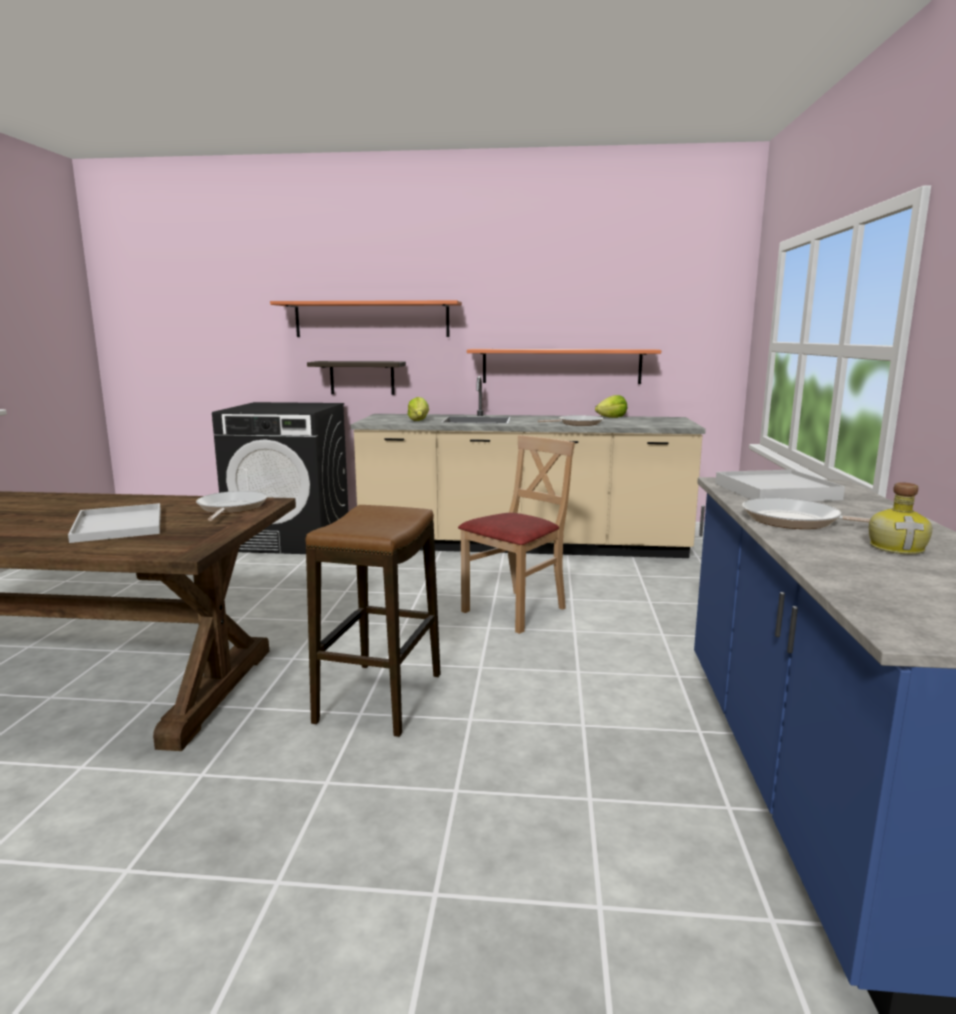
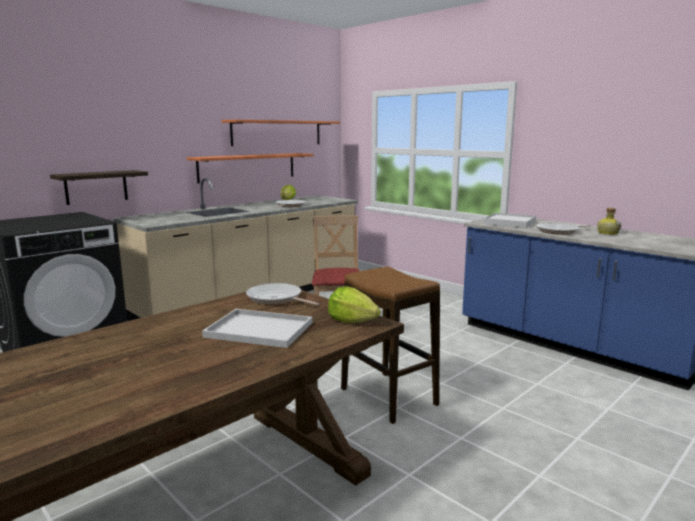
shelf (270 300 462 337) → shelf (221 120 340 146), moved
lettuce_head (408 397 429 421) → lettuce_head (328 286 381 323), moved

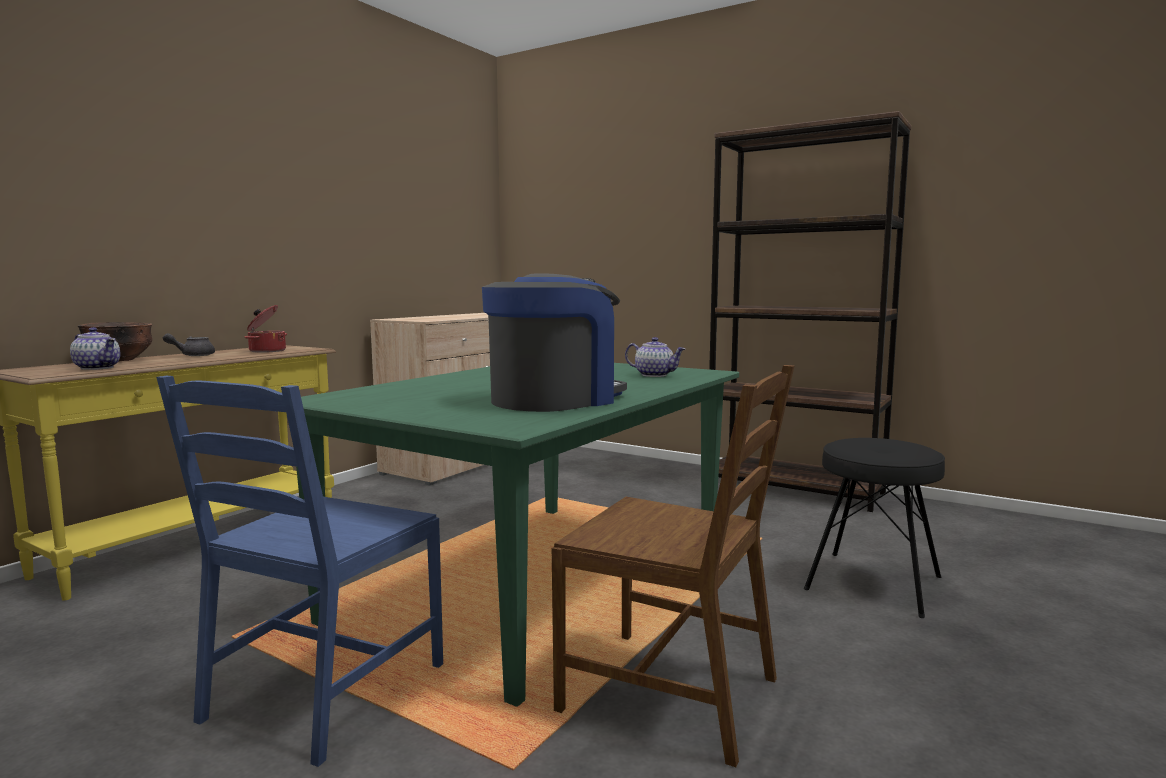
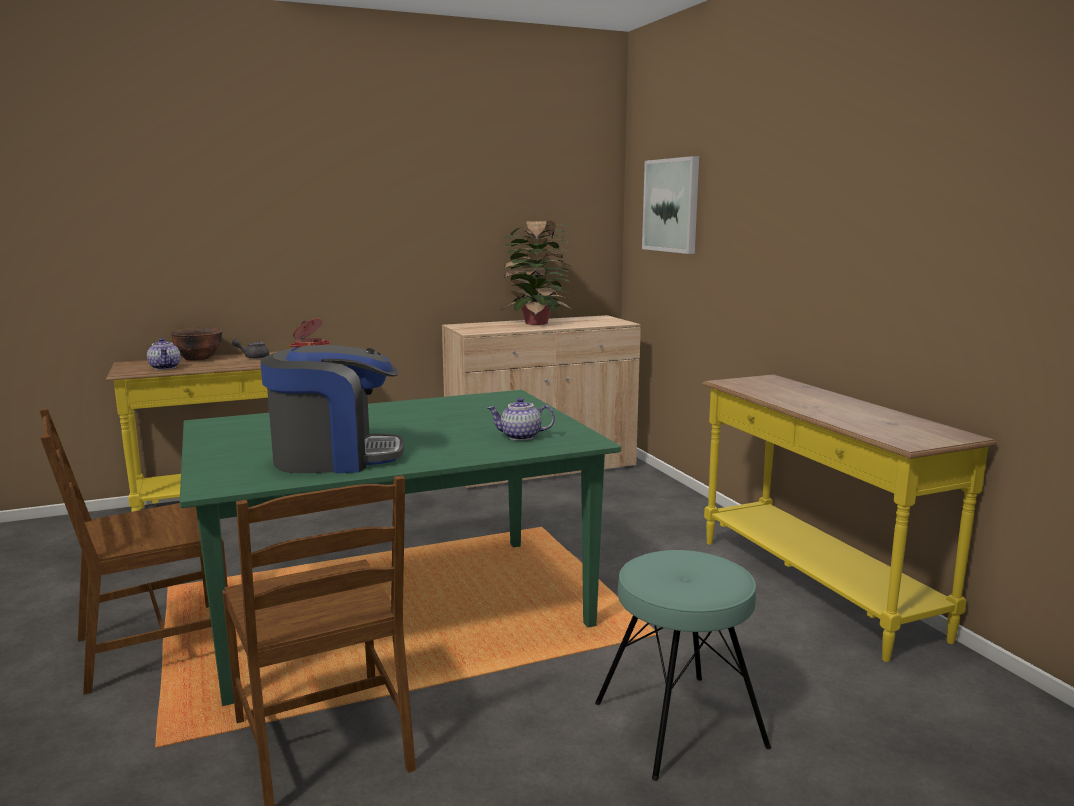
bluish_chair (156 376 443 767) → brown-coloured_chair (39 408 228 695)
teapot (625 337 685 377) → teapot (488 398 555 441), 120 degrees clockwise
brown-coloured_bookcase (709 111 911 512) → yellowish_console_table (702 374 997 662)
black_stool_seat (804 438 945 618) → blue-green_stool_seat (595 550 771 781)
- → houseplant (501 220 573 325)
- → picture (642 156 699 254)

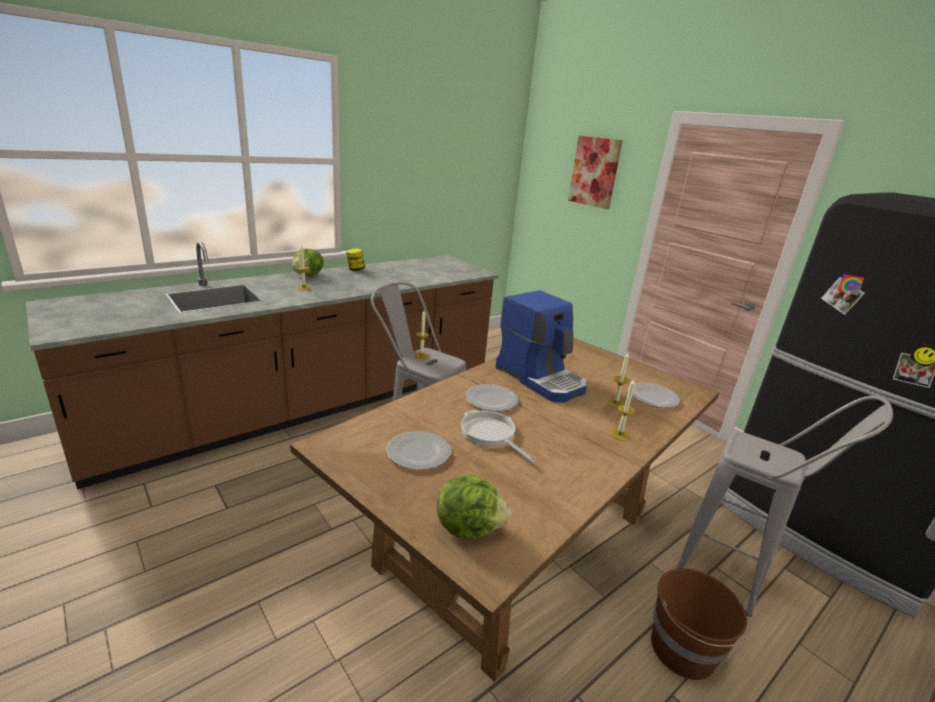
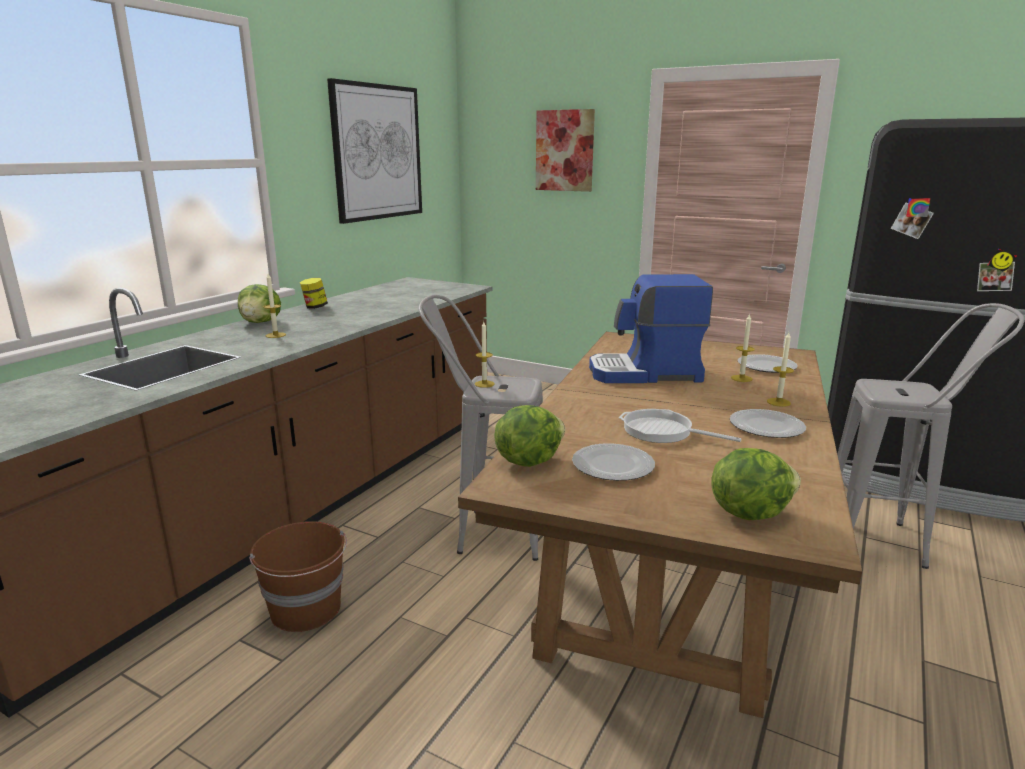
dinner_plate (465 384 518 412) → dinner_plate (730 409 806 438), moved
coffee_machine (496 290 587 402) → coffee_machine (589 274 713 383), 150 degrees clockwise
brown-coloured_water_bucket (651 568 751 680) → brown-coloured_water_bucket (249 521 347 632), moved
- → picture (327 78 422 224)
- → lettuce_head (494 405 565 467)

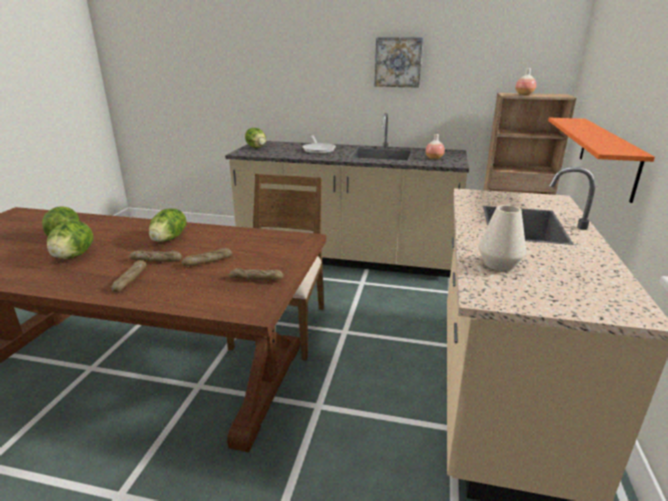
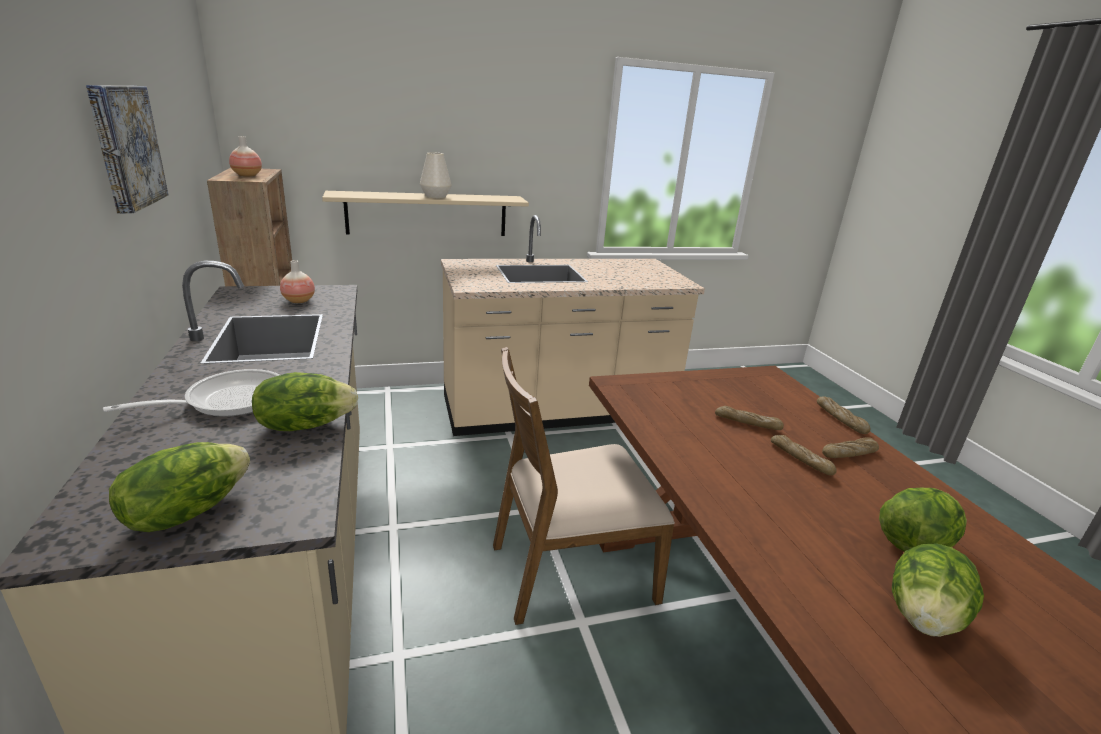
lettuce_head (149 209 187 242) → lettuce_head (252 372 358 431), moved
bread (229 268 283 280) → bread (817 396 870 434), moved
white-coloured_decorative_vase (478 205 526 271) → white-coloured_decorative_vase (420 152 452 198), moved
orange-coloured_shelf (548 118 655 203) → beige_shelf (322 191 529 236)

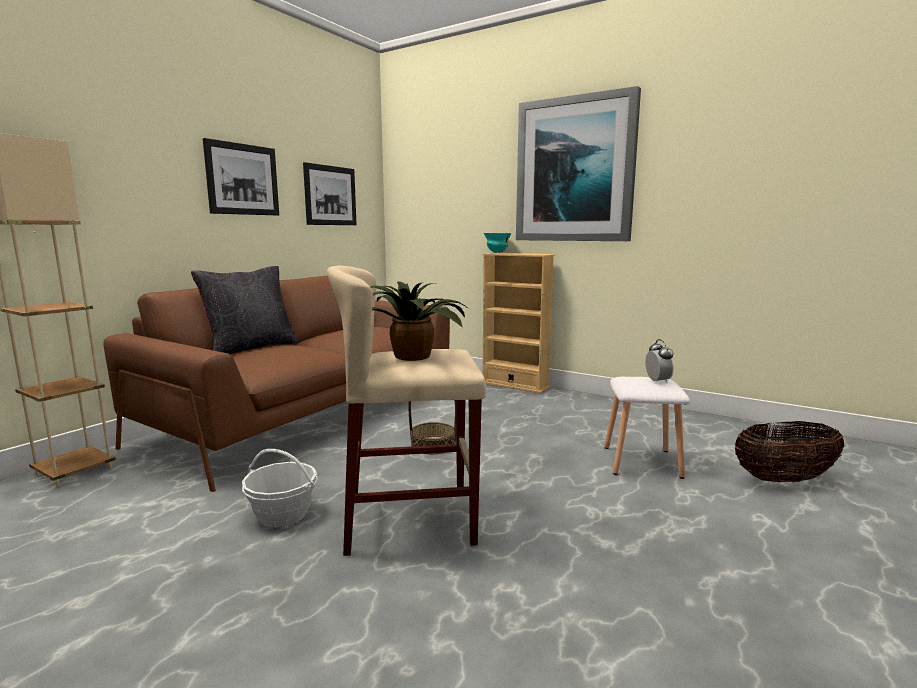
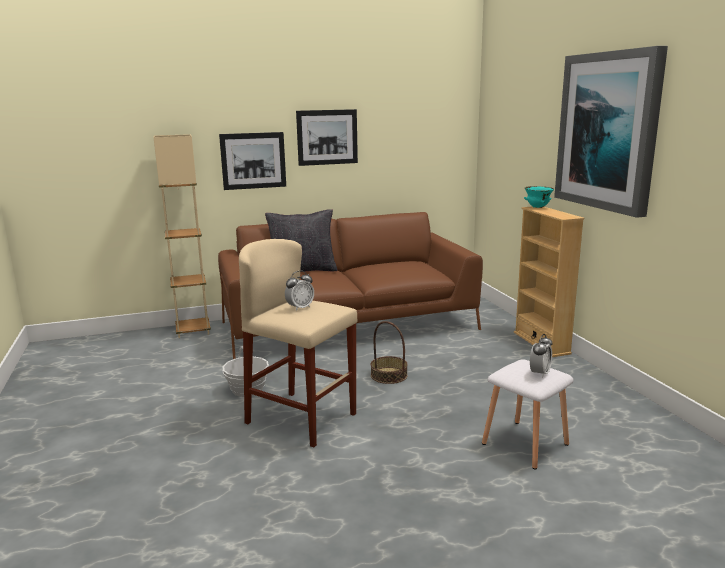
picture (303 162 357 225) → picture (219 132 286 190), moved
houseplant (370 282 470 361) → table_clock (285 271 314 311)
storage_basket (735 421 844 483) → -

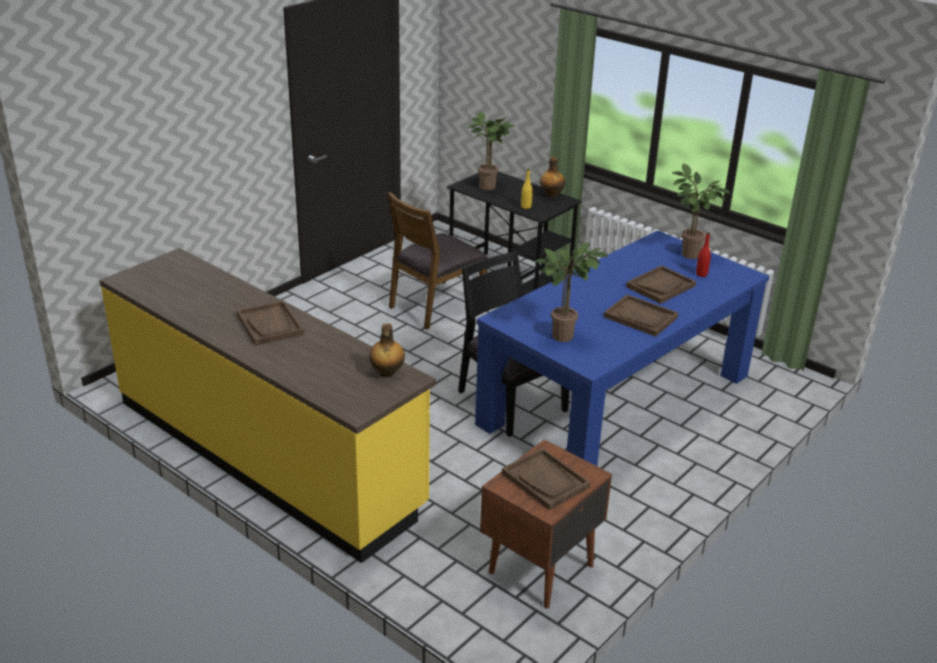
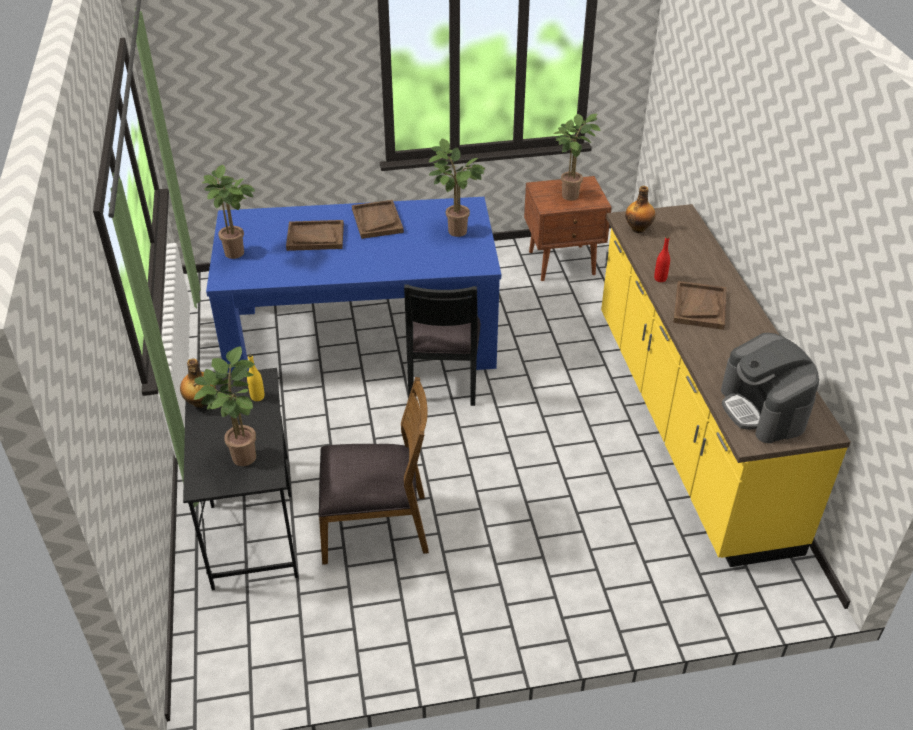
brown-coloured_serving_tray (502 448 591 510) → houseplant (553 114 601 201)
red_beverage_bottle (696 232 711 277) → red_beverage_bottle (654 236 670 282), moved
- → coffee_machine (721 333 819 443)

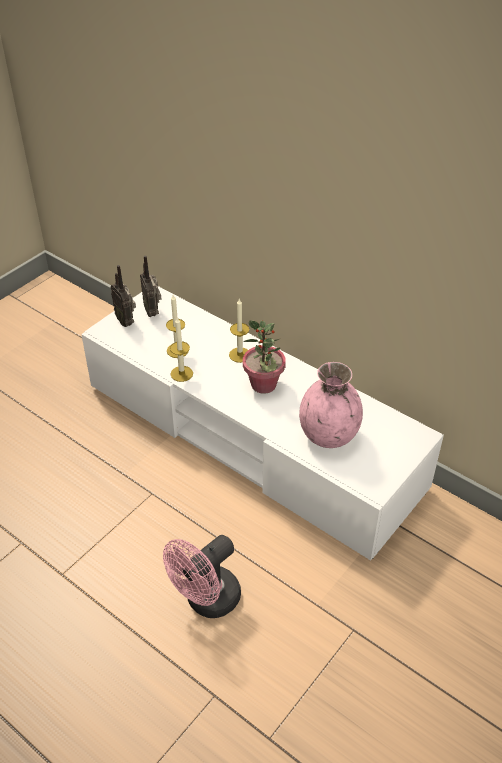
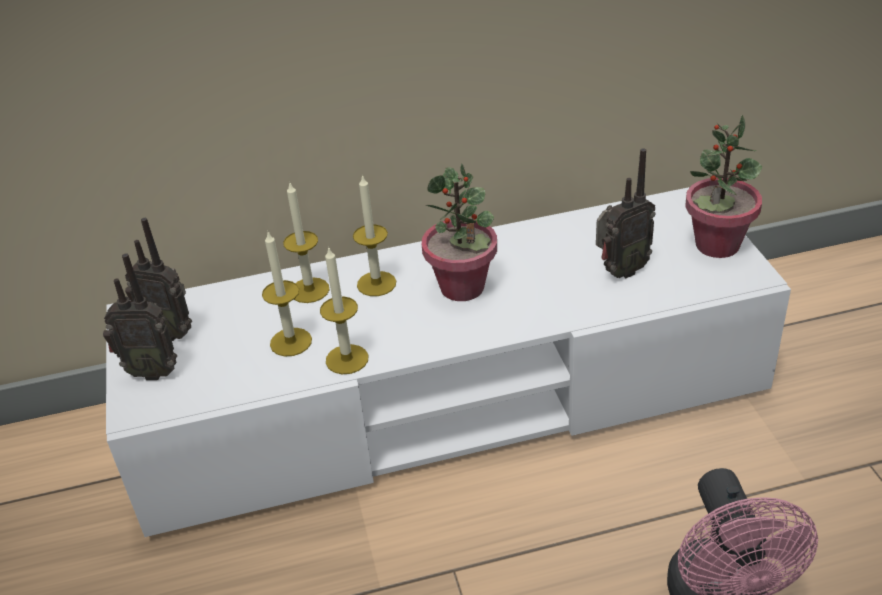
pink_decorative_vase (299 362 363 448) → radio_receiver (596 148 655 278)
- → candle (283 183 329 303)
- → houseplant (685 115 762 258)

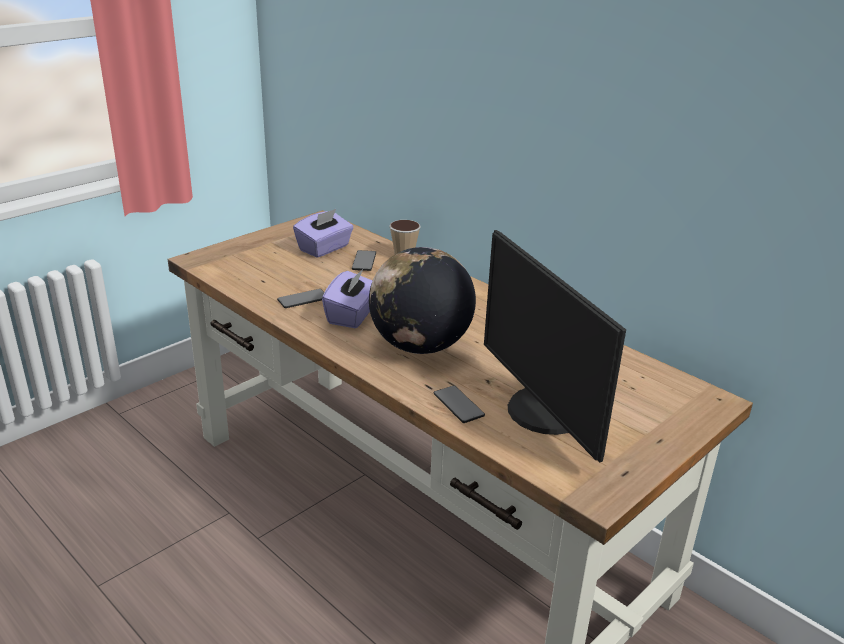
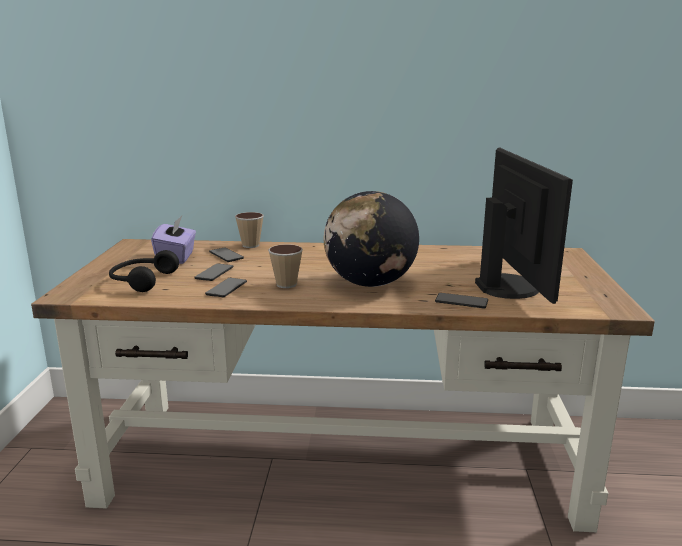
purple-coloured_tissue_box (322 268 373 328) → cup (268 244 303 288)
monitor (484 230 626 462) → monitor (475 148 573 304), 120 degrees counterclockwise
- → black_pair_of_headphones (109 250 179 292)
- → handset (194 263 233 281)

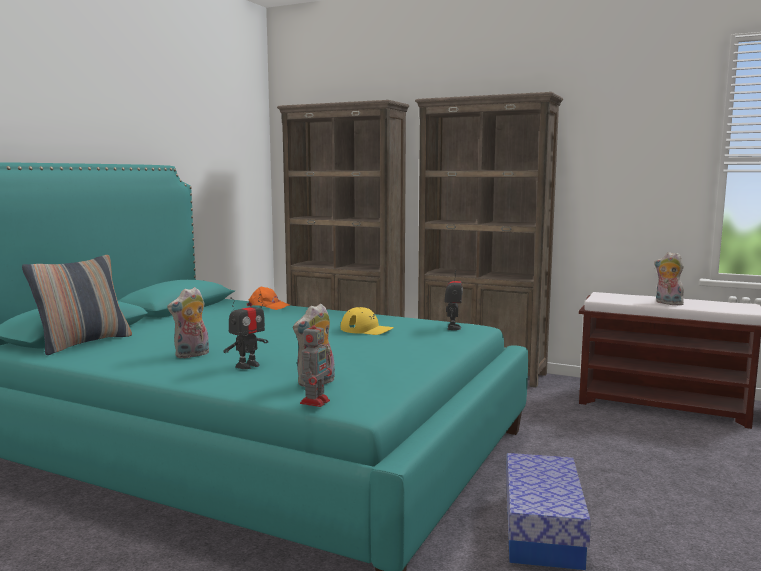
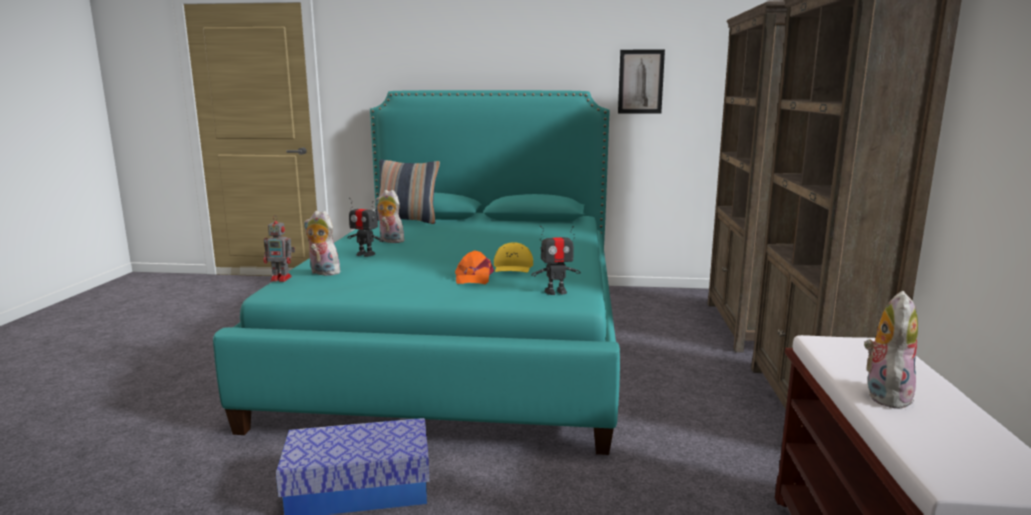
orange-coloured_cap (247 287 290 310) → orange-coloured_cap (455 250 494 284), moved
- → picture (618 49 665 114)

